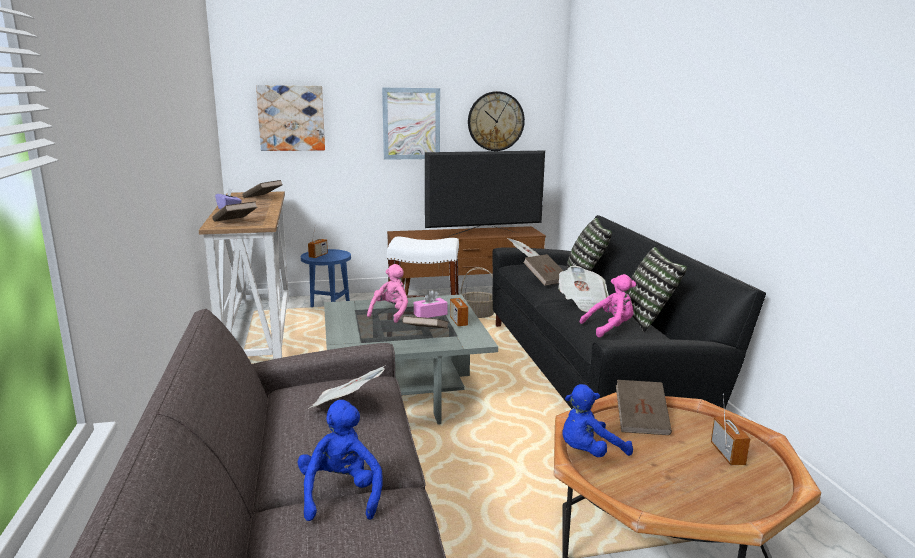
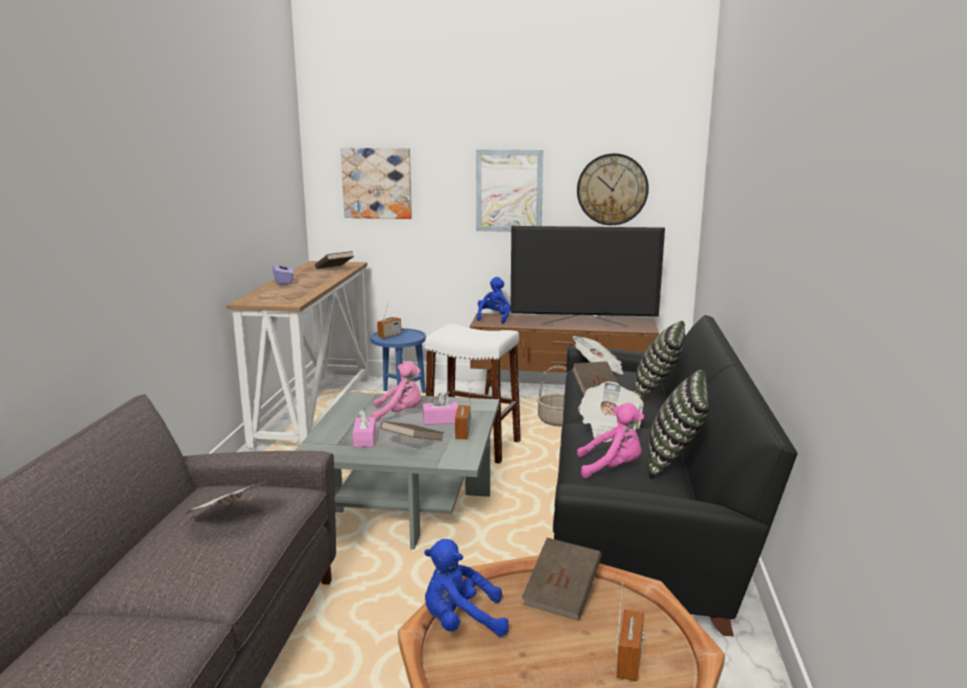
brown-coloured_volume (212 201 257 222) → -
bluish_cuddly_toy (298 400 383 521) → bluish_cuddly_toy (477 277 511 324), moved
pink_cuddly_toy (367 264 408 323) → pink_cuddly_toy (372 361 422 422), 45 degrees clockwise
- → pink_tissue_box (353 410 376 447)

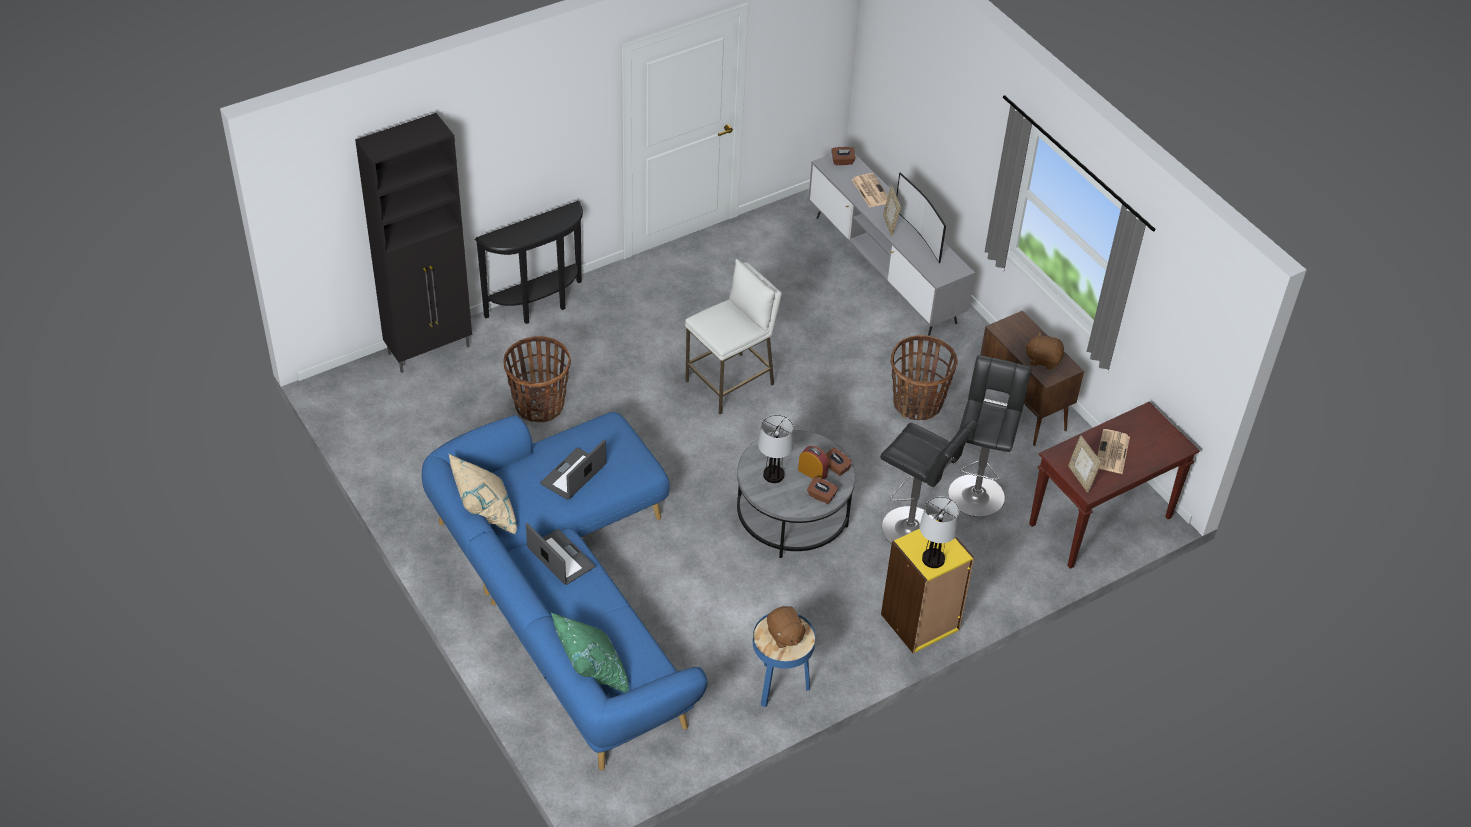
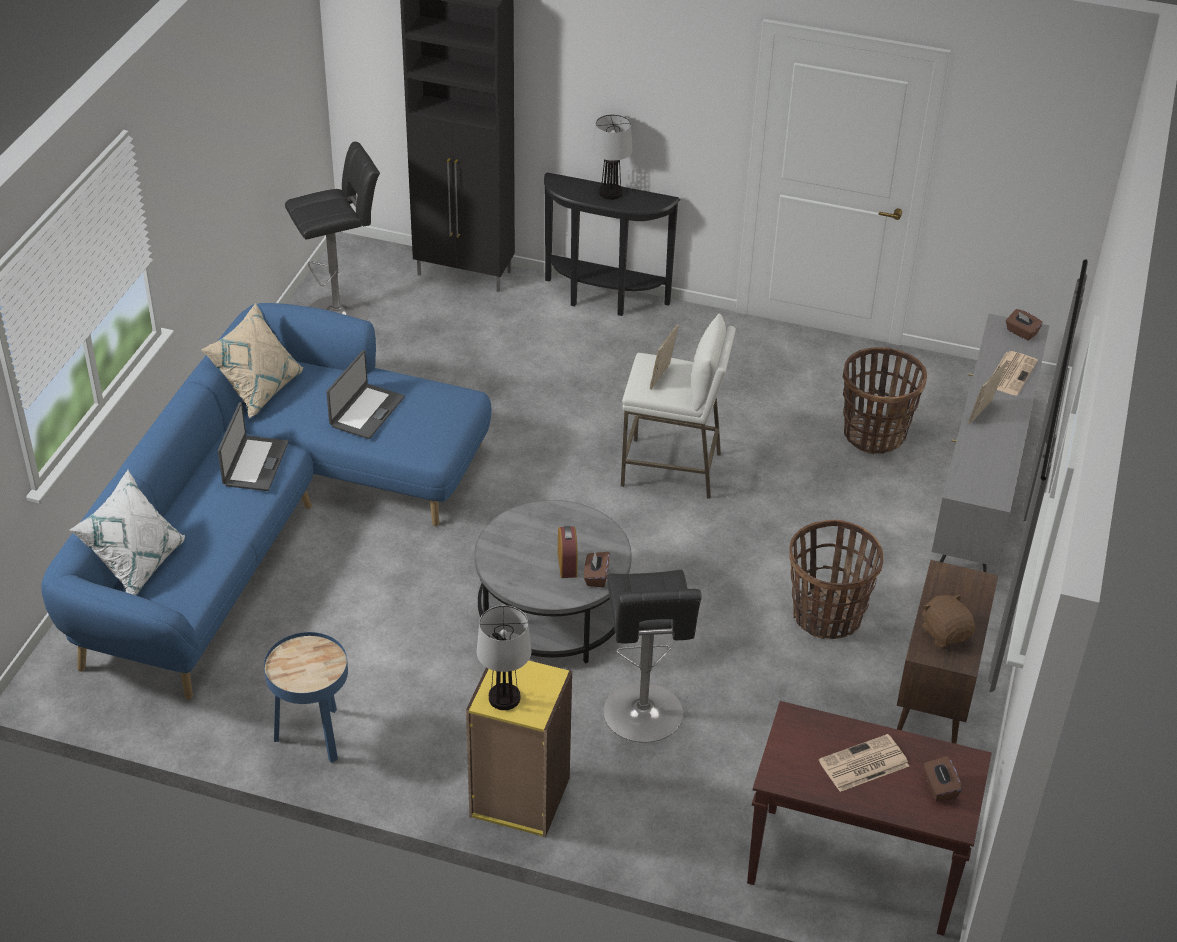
storage_basket (503 336 571 422) → storage_basket (842 347 927 454), moved
notebook_computer (540 440 606 500) → notebook_computer (326 350 405 439), 120 degrees clockwise
green-coloured_pillow (551 612 629 693) → white-coloured_pillow (69 470 185 595)
table_lamp (758 415 794 483) → table_lamp (592 114 632 200), moved
brown-coloured_cuddly_toy (767 606 808 648) → -
brown-coloured_tissue_box (807 477 838 504) → brown-coloured_tissue_box (924 756 962 802), moved
TV_set (896 172 946 263) → -
black_stool_seat (948 355 1031 517) → black_stool_seat (285 142 380 321), moved
standing_frame (1068 435 1101 493) → standing_frame (650 324 679 389), moved

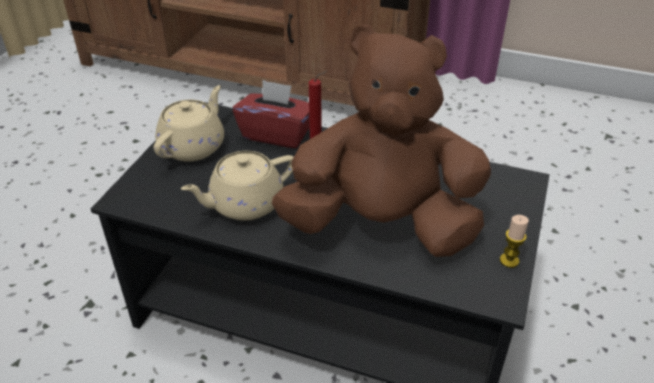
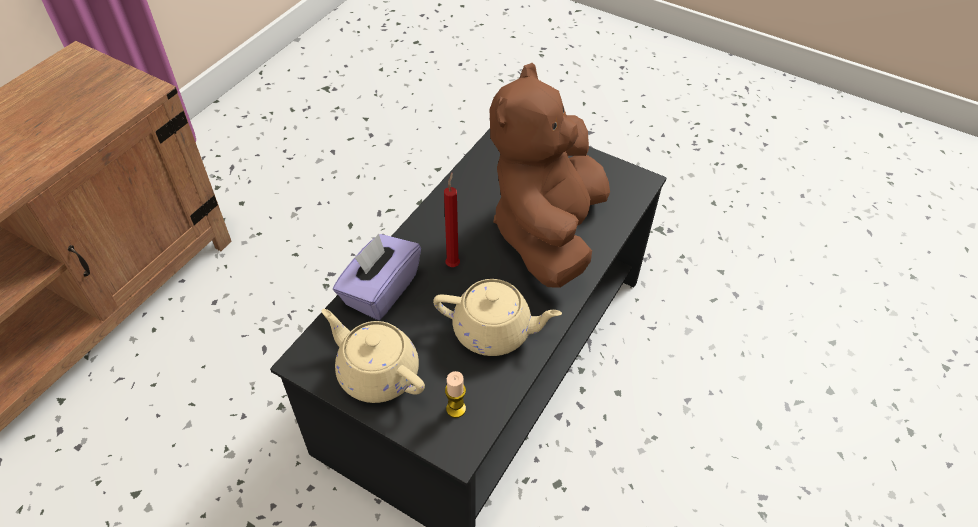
beige_teapot (181 151 294 221) → beige_teapot (433 279 562 356), 60 degrees counterclockwise
red_tissue_box (233 80 310 148) → purple-coloured_tissue_box (333 234 421 320)
candle (500 215 529 268) → candle (445 371 466 418), moved

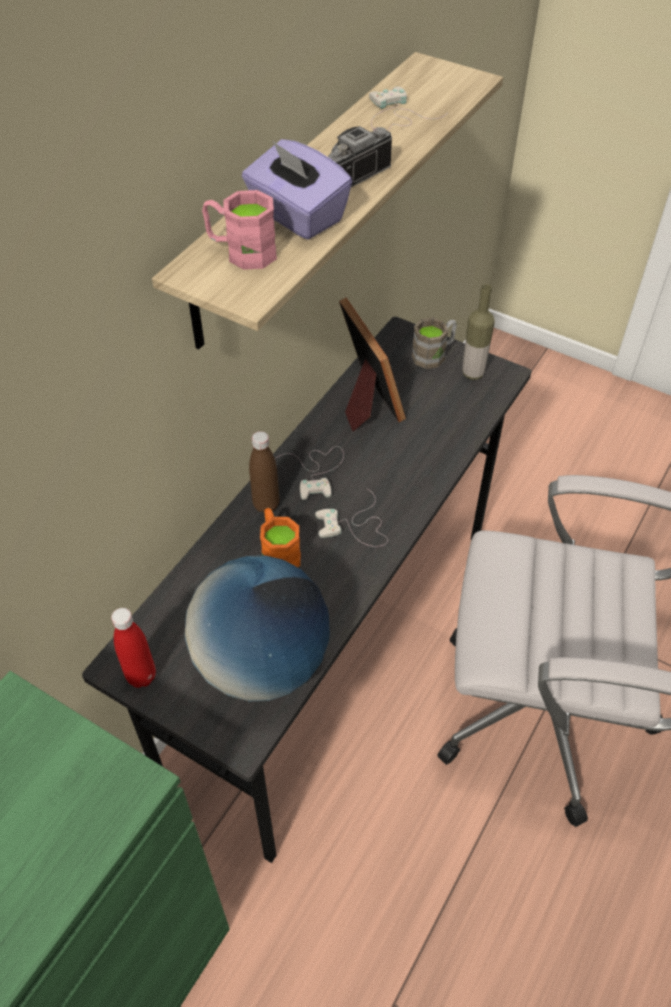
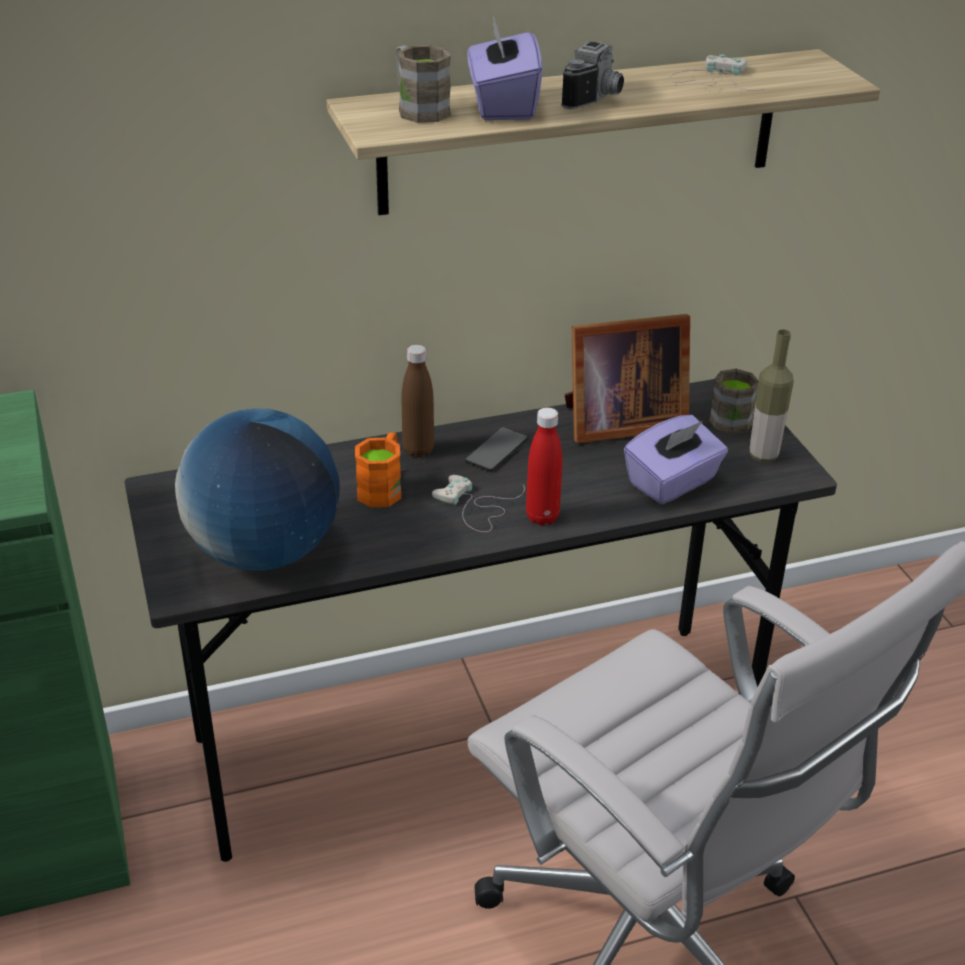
red_beverage_bottle (111 608 156 688) → red_beverage_bottle (526 408 562 525), moved
pink_coffee_mug (202 190 277 270) → brown-coloured_coffee_mug (396 45 451 123)
white-coloured_gamepad (275 446 344 500) → handset (465 427 528 472)
photo_camera (328 126 392 188) → photo_camera (561 41 624 109), 120 degrees clockwise
standing_frame (339 298 406 431) → standing_frame (565 314 690 443), 60 degrees clockwise
- → purple-coloured_tissue_box (624 415 728 504)

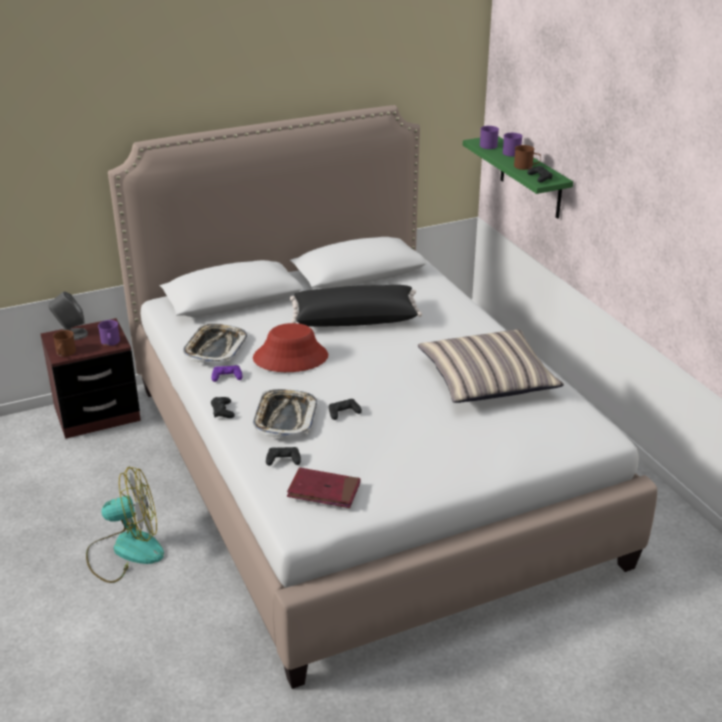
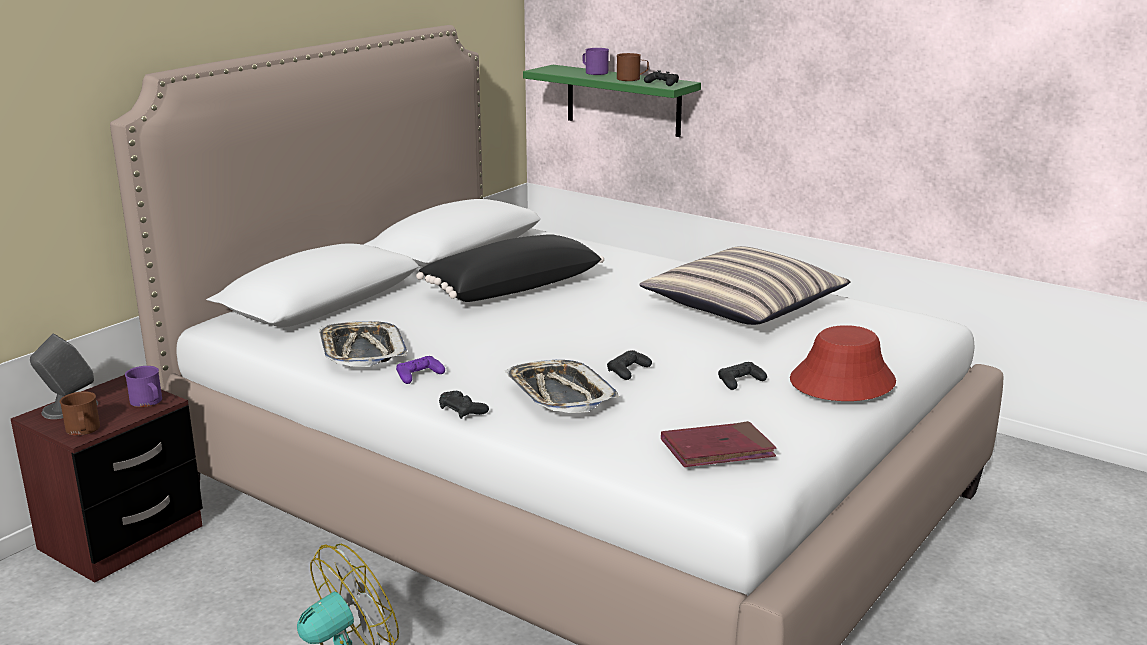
red_wearable_hat (253 323 328 372) → red_wearable_hat (790 325 896 401), moved
black_gamepad (266 447 301 466) → black_gamepad (718 362 767 390), moved
purple-coloured_coffee_mug (480 126 499 149) → -

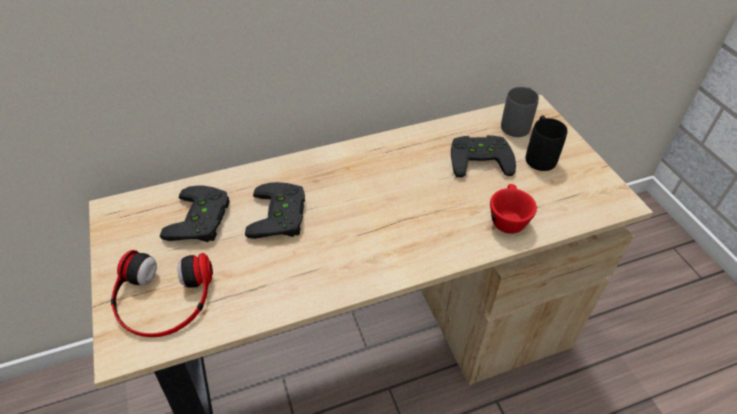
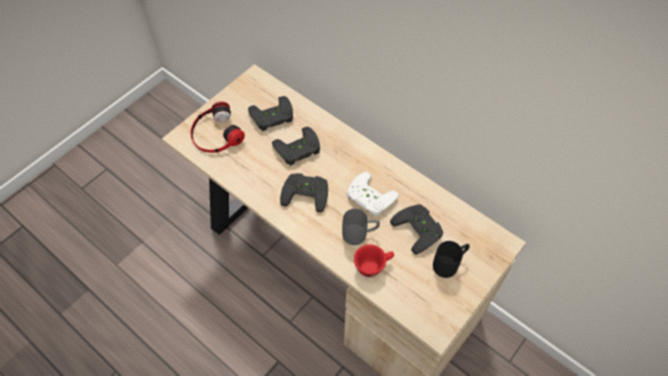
grey_coffee_mug (501 87 539 137) → grey_coffee_mug (342 209 380 245), moved
- → black_gamepad (280 173 328 212)
- → white-coloured_gamepad (347 172 399 217)

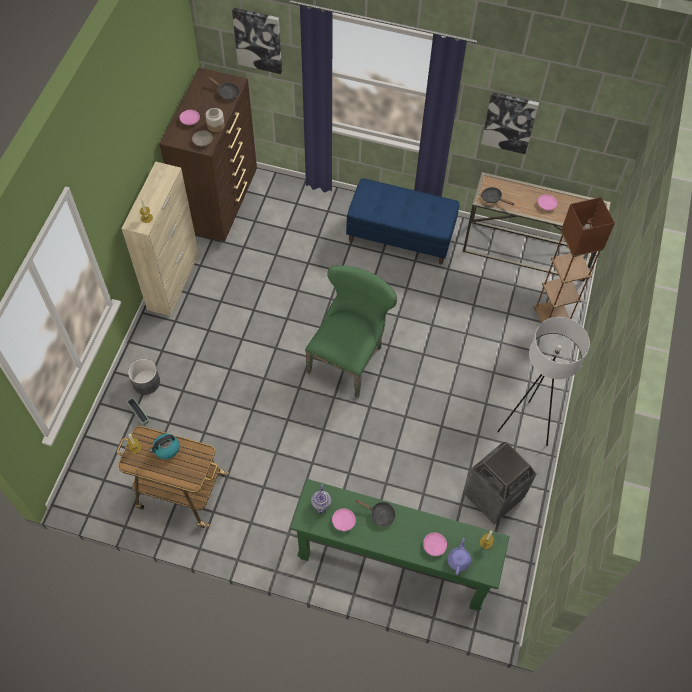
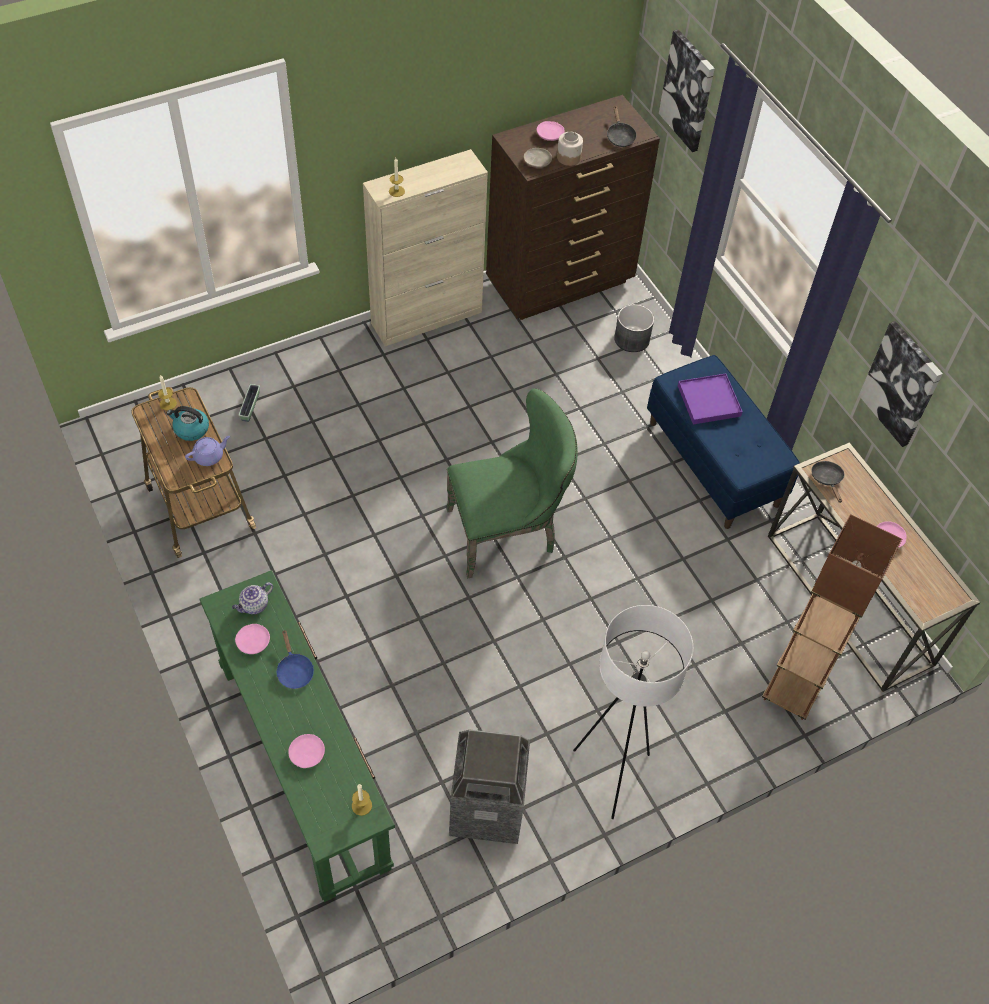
grey_plant_pot (128 359 160 395) → grey_plant_pot (614 304 654 352), moved
black_frying_pan (355 499 396 526) → bluish_frying_pan (276 629 314 689)
purple-coloured_teapot (447 538 471 575) → purple-coloured_teapot (185 436 230 466), moved
- → purple-coloured_serving_tray (678 373 743 424)

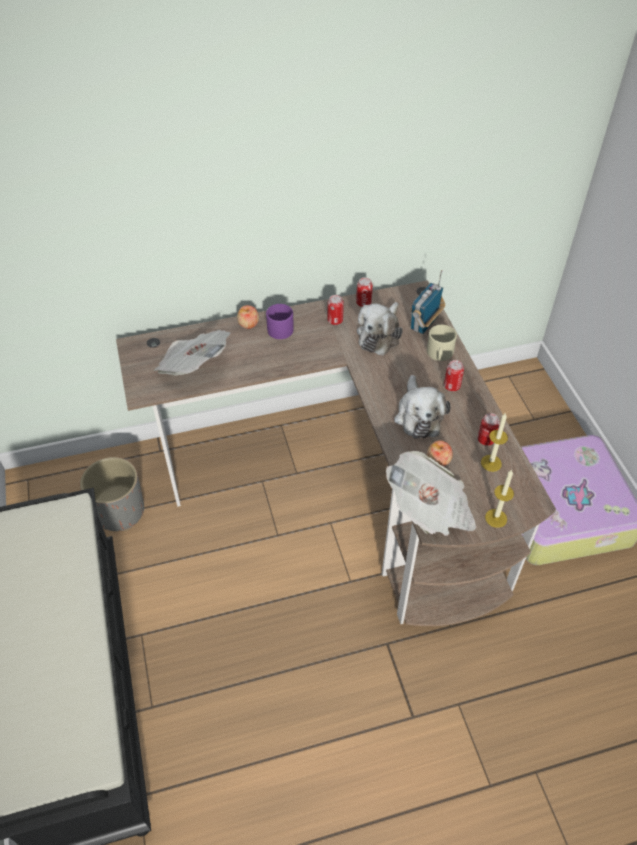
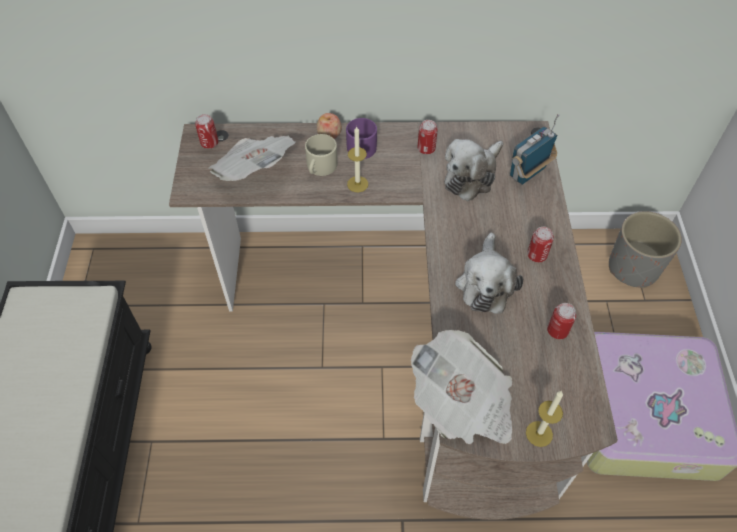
grey_plant_pot (80 457 144 531) → grey_plant_pot (609 211 682 288), moved
metal_can (356 277 373 307) → metal_can (195 114 218 149), moved
beige_coffee_mug (427 325 457 361) → beige_coffee_mug (305 134 337 176), moved
apple_fruit (427 440 453 467) → -
candle (481 413 508 472) → candle (347 127 368 192), moved

